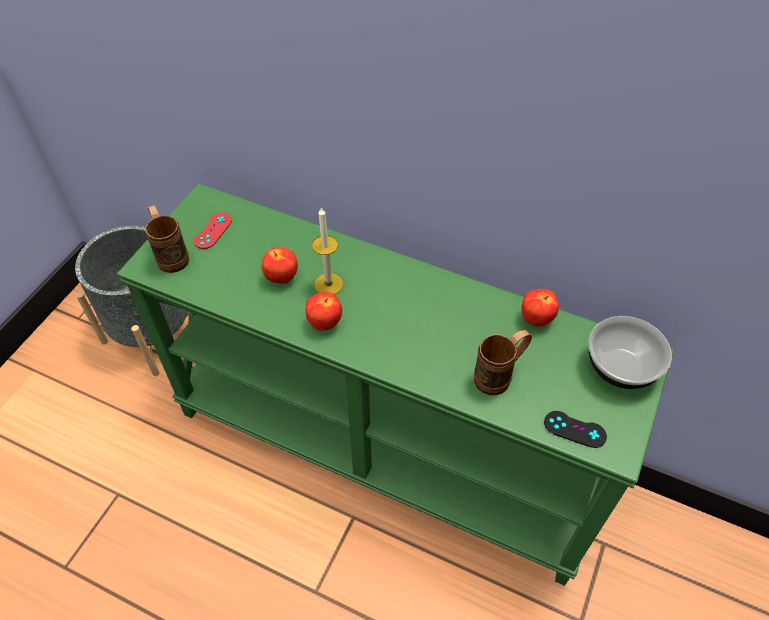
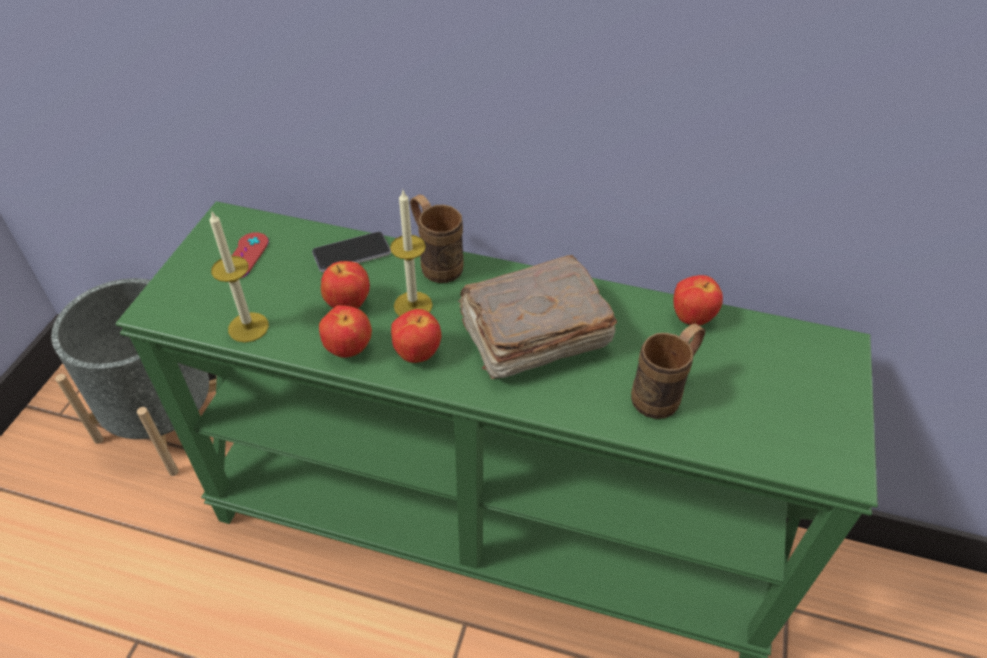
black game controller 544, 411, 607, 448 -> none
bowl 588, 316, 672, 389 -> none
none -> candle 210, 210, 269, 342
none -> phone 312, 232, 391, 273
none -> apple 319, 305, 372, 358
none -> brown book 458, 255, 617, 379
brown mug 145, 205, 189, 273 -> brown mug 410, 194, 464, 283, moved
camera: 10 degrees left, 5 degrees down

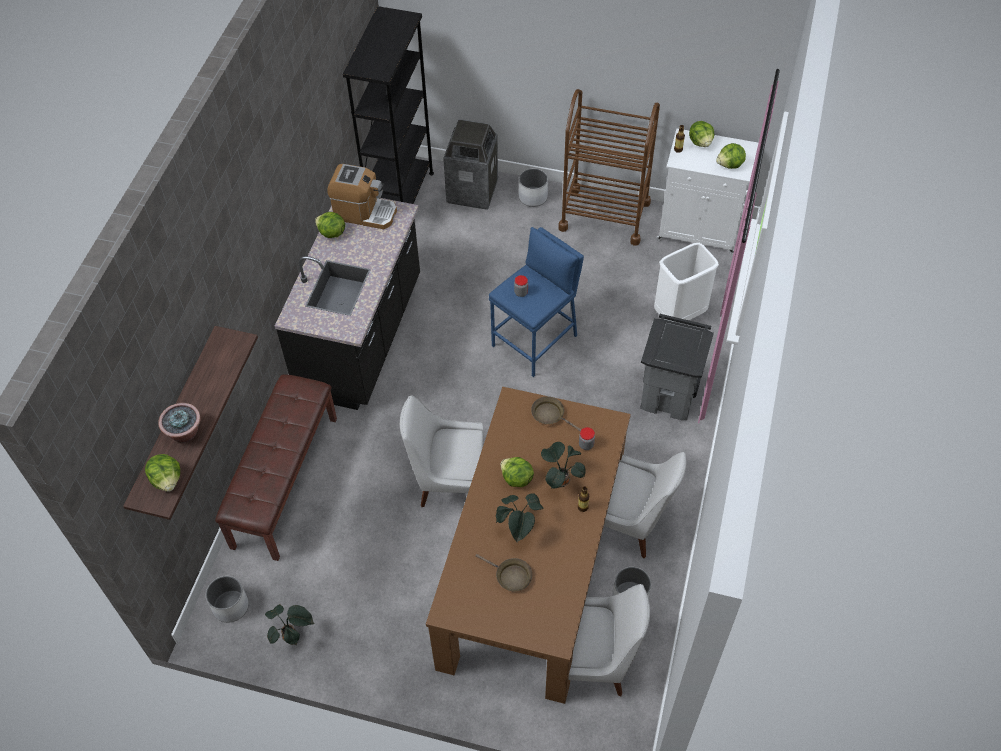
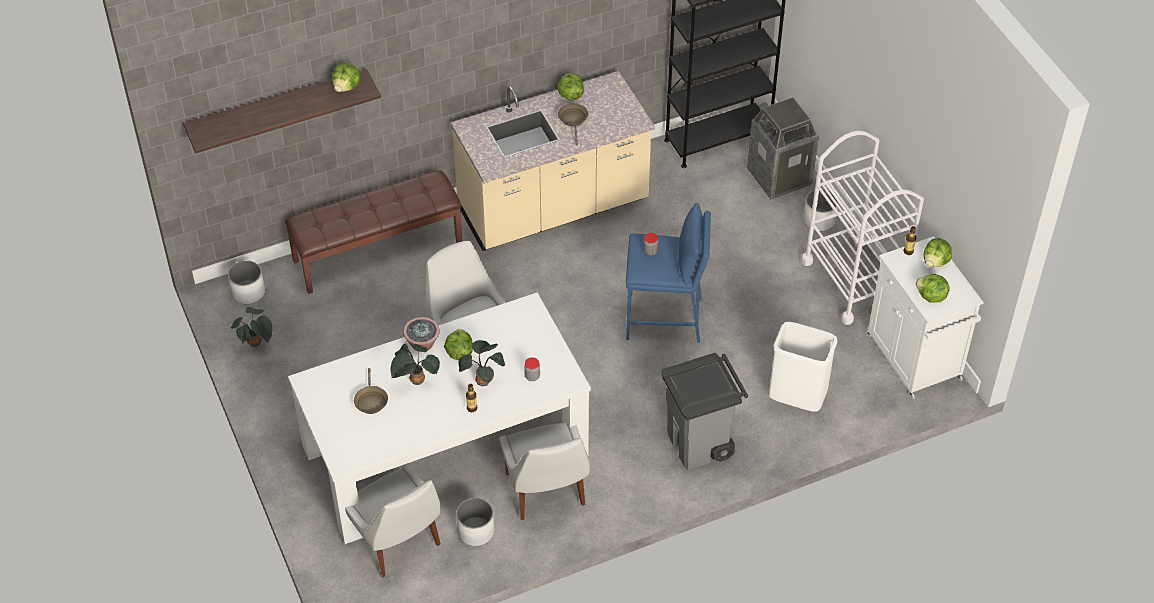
coffee machine 327, 164, 397, 229 -> none
lettuce 145, 454, 180, 492 -> lettuce 332, 63, 360, 92, moved
potted plant 158, 403, 201, 443 -> potted plant 403, 317, 440, 352, moved
brown frying pan 531, 396, 582, 431 -> brown frying pan 558, 103, 588, 145, moved
black counter 275, 198, 420, 410 -> beige counter 451, 71, 655, 251
brown dining table 426, 387, 631, 704 -> white dining table 288, 293, 591, 544
brown cart 558, 89, 660, 246 -> white cart 801, 131, 924, 325
camera: 50 degrees right, 5 degrees down

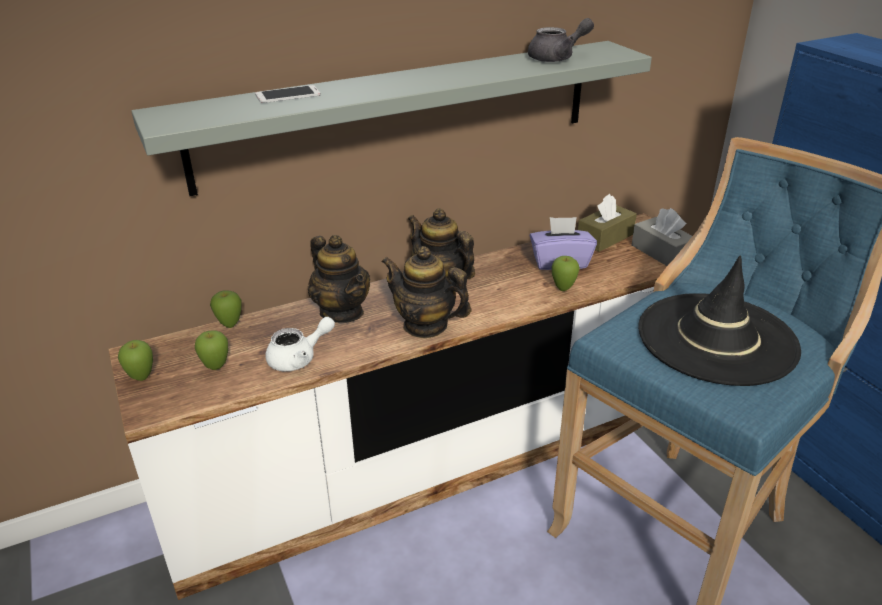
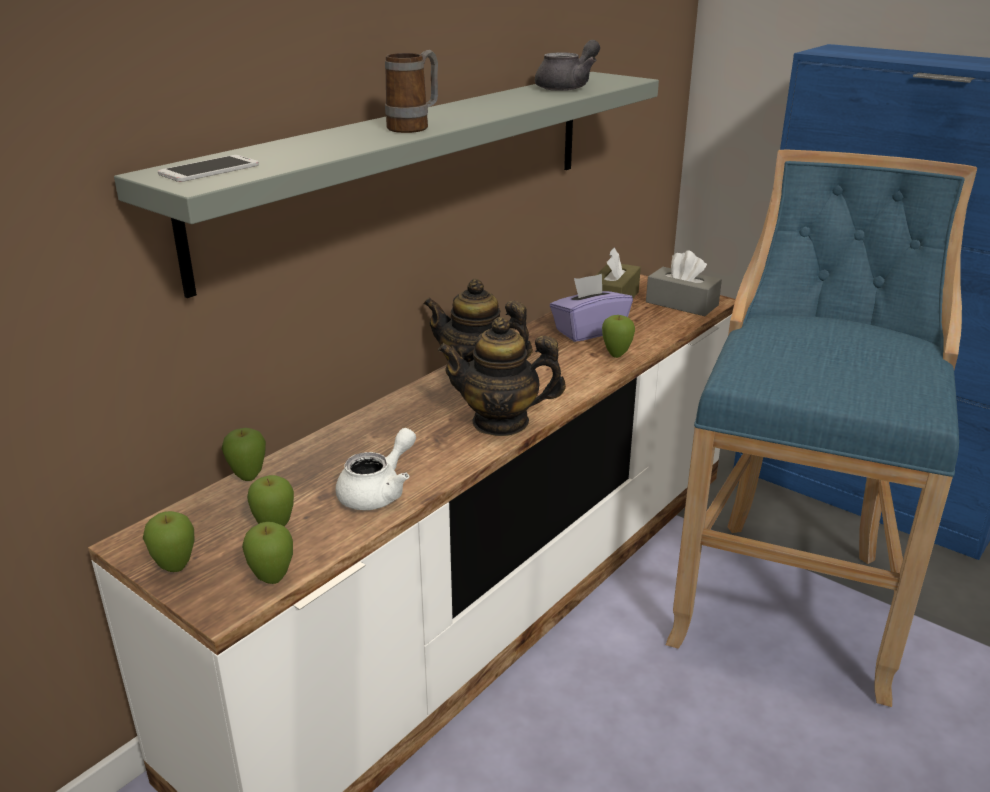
teapot 308, 235, 370, 323 -> none
black hat 638, 255, 801, 386 -> none
none -> apple 242, 522, 293, 584
none -> mug 385, 50, 438, 133
phone 255, 85, 321, 103 -> phone 158, 155, 259, 182, moved
camera: 25 degrees left, 5 degrees down

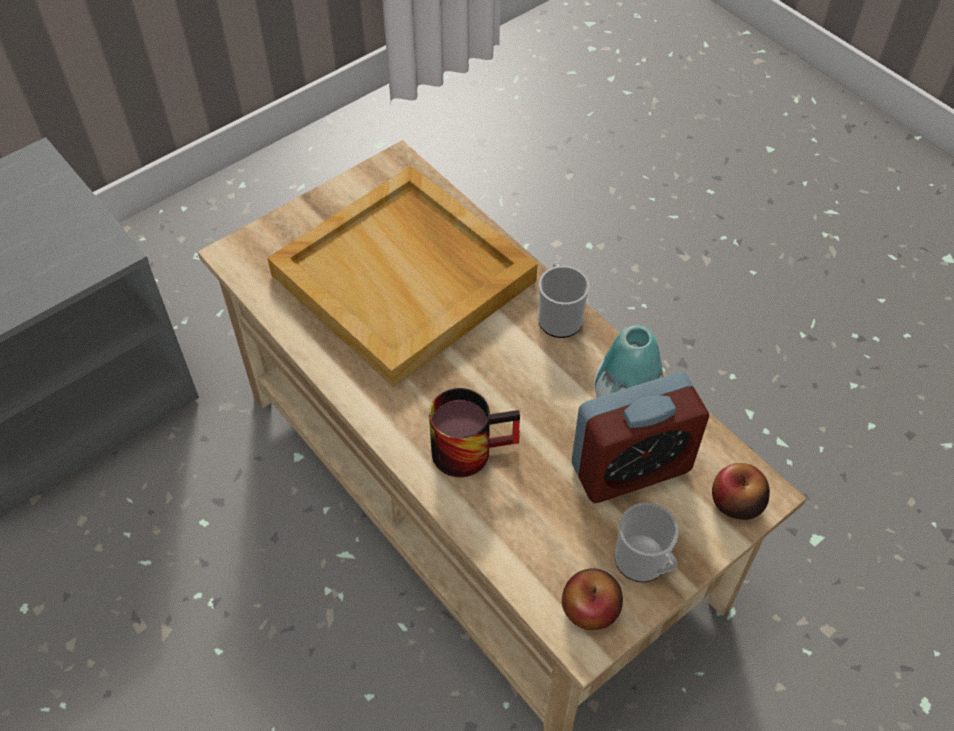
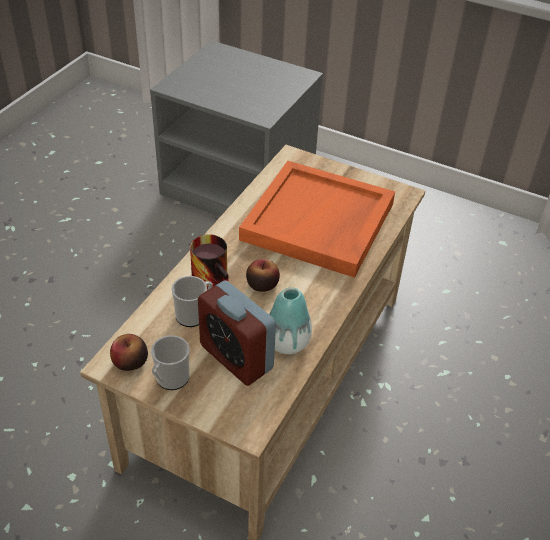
mug 538, 262, 590, 338 -> mug 171, 276, 213, 327, moved
apple 712, 463, 770, 520 -> apple 246, 259, 280, 292, moved
beige tray 267, 166, 537, 388 -> orange tray 239, 161, 395, 278
camera: 65 degrees right, 10 degrees down

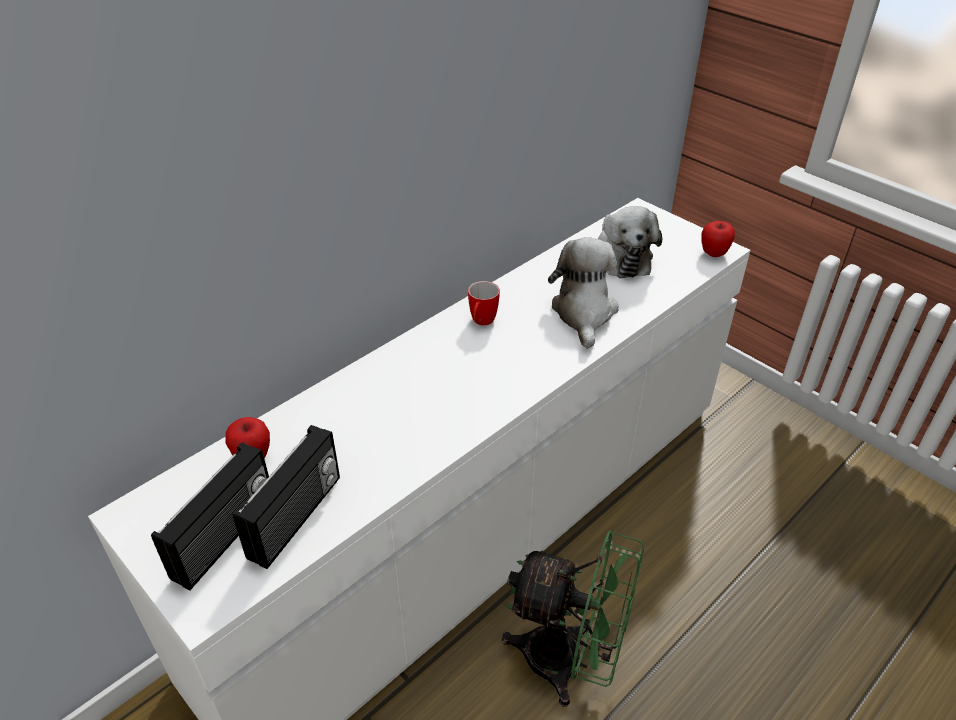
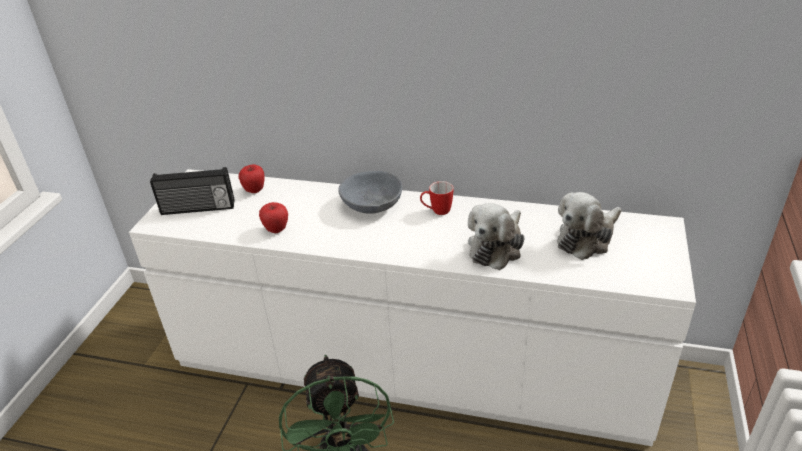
radio 233, 425, 340, 569 -> none
none -> grey bowl 338, 171, 402, 214
apple 701, 221, 735, 257 -> apple 259, 202, 288, 233, moved
plush toy 548, 237, 619, 349 -> plush toy 468, 203, 525, 270, 150 degrees clockwise
camera: 60 degrees right, 5 degrees down

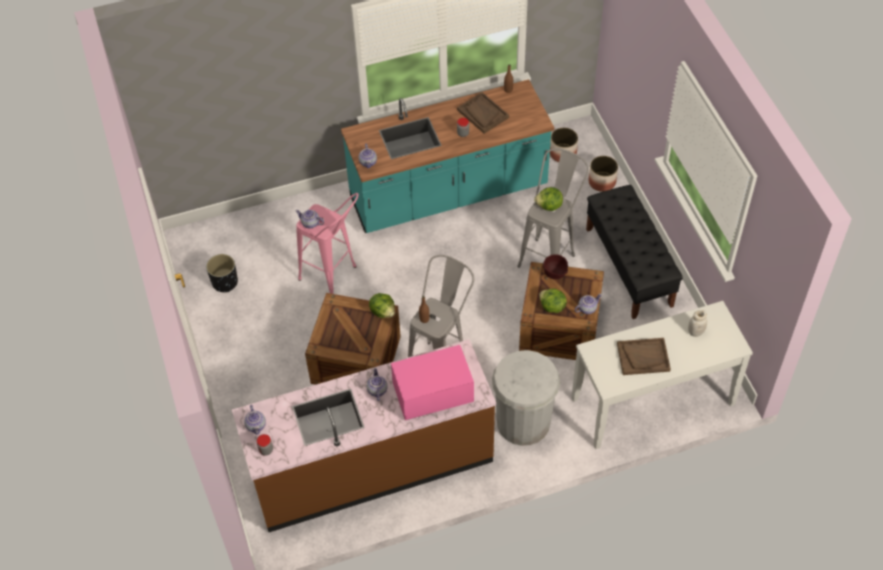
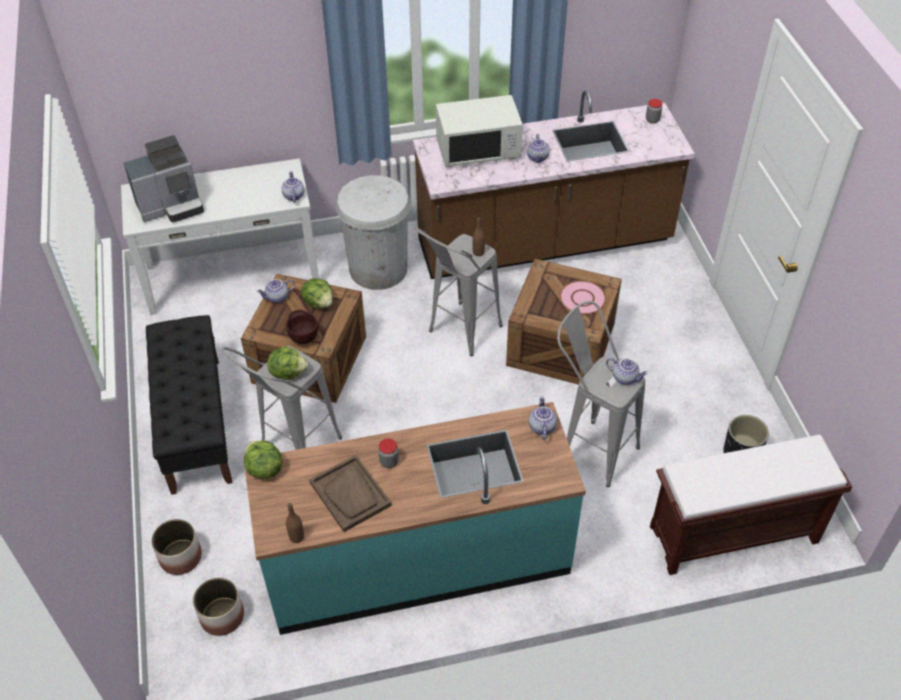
brown tray 617, 338, 671, 375 -> none
none -> pink plate 560, 281, 606, 314
none -> brown bench 650, 434, 852, 575
teapot 244, 405, 266, 435 -> teapot 281, 171, 305, 202, moved
lettuce 369, 293, 395, 318 -> lettuce 244, 440, 283, 479, moved
white jar 688, 310, 707, 337 -> coffee machine 123, 135, 204, 222
pink stool 296, 193, 359, 294 -> grey stool 557, 301, 645, 487
pink microwave 391, 345, 474, 420 -> white microwave 436, 95, 523, 167
camera: 175 degrees left, 5 degrees down

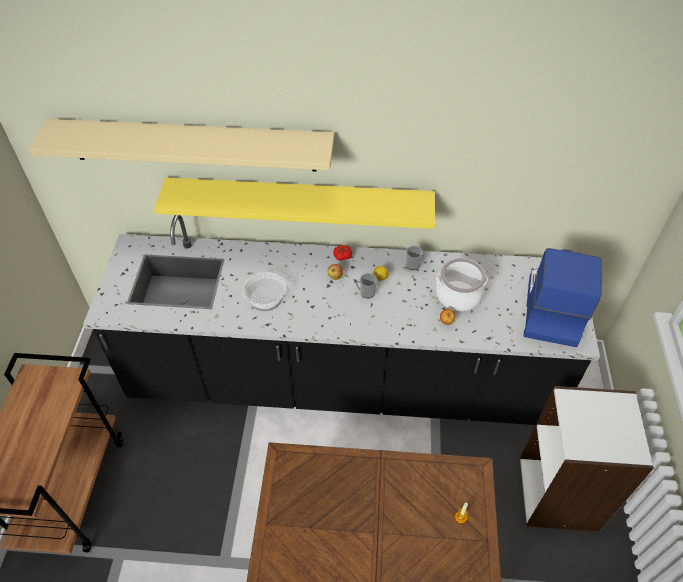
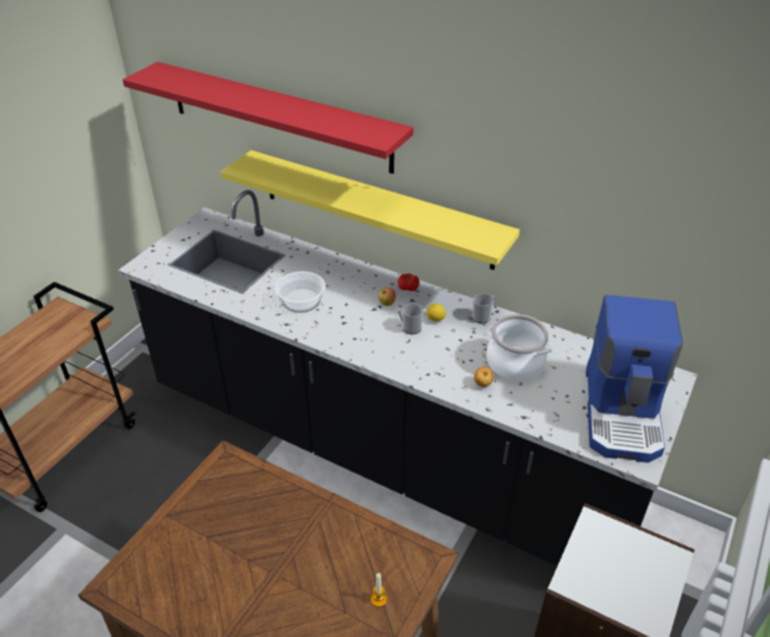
beige shelf 29, 119, 334, 172 -> red shelf 123, 62, 413, 174
coffee machine 524, 248, 602, 347 -> coffee machine 586, 295, 683, 463, 150 degrees clockwise
camera: 25 degrees right, 10 degrees down

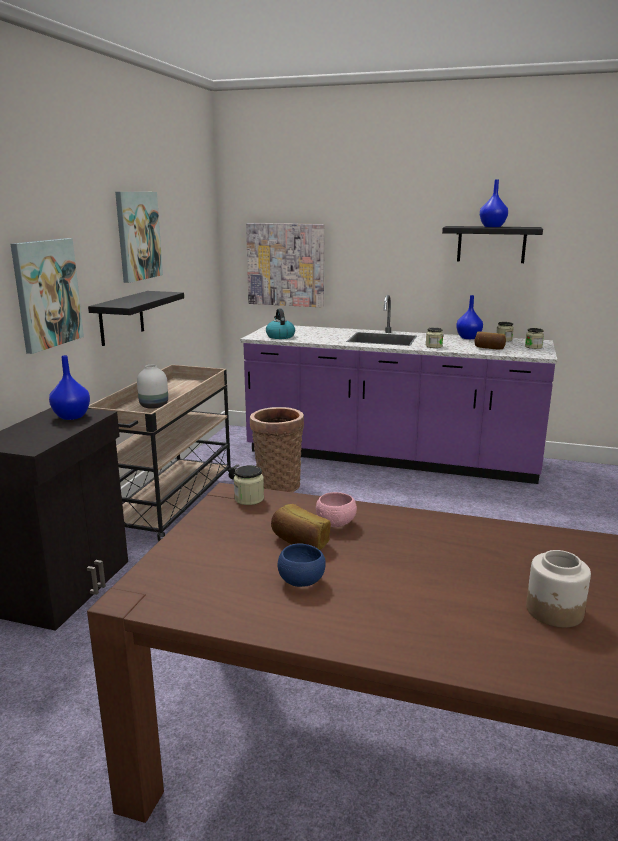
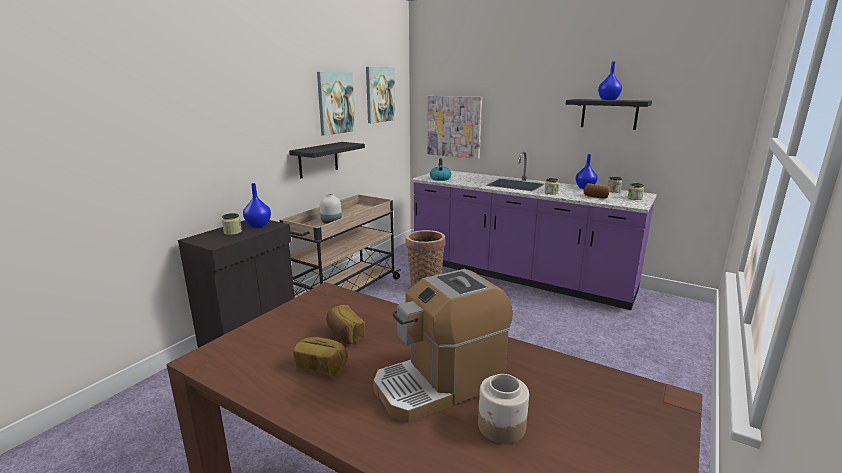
pink bowl 316, 492, 357, 527 -> none
none -> coffee machine 373, 269, 513, 423
picture 11, 238, 84, 354 -> picture 366, 67, 395, 123, moved
jar 234, 465, 264, 505 -> jar 222, 213, 242, 235, moved
blue bowl 278, 543, 326, 587 -> bread 293, 337, 348, 376
camera: 15 degrees right, 0 degrees up

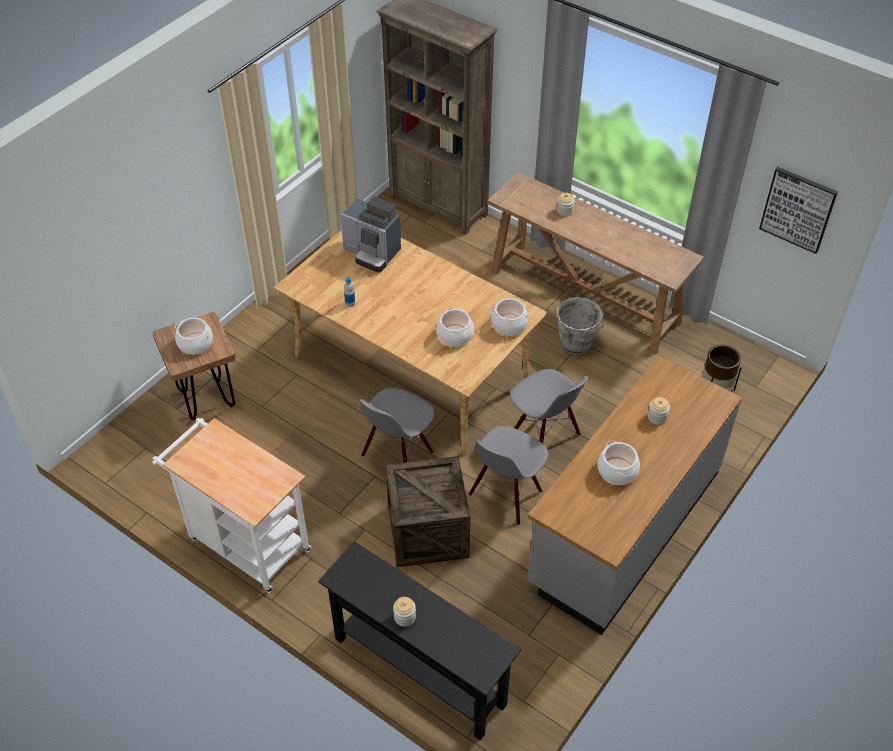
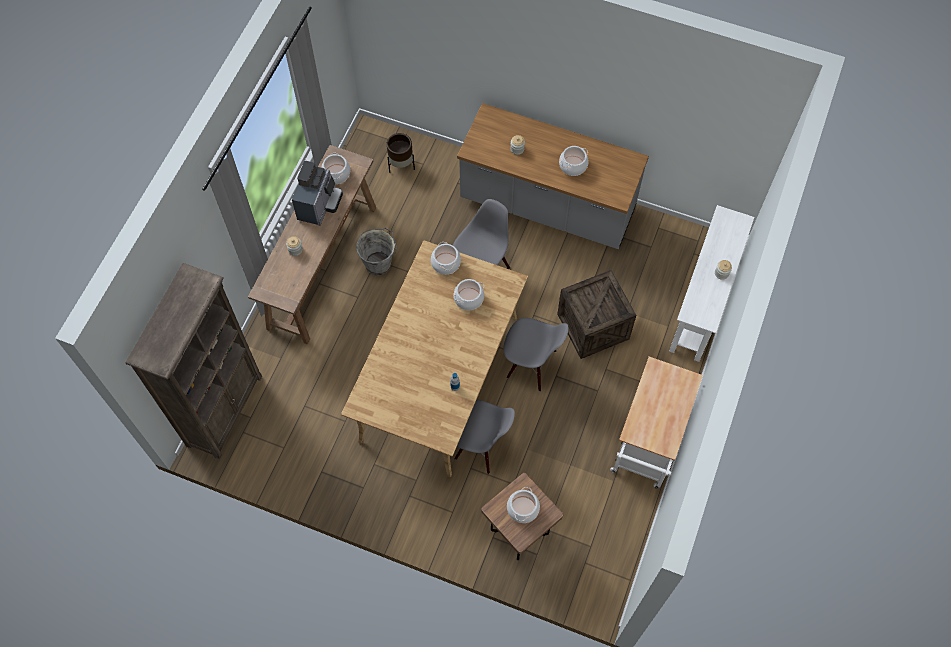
picture 759, 167, 838, 254 -> none
none -> cooking pot 321, 153, 350, 184
coffee machine 340, 196, 401, 273 -> coffee machine 292, 161, 343, 226, moved
grey chair 468, 426, 549, 525 -> grey chair 455, 399, 515, 474, moved
black console table 318, 542, 521, 741 -> white console table 669, 205, 754, 362
camera: 105 degrees left, 15 degrees up

